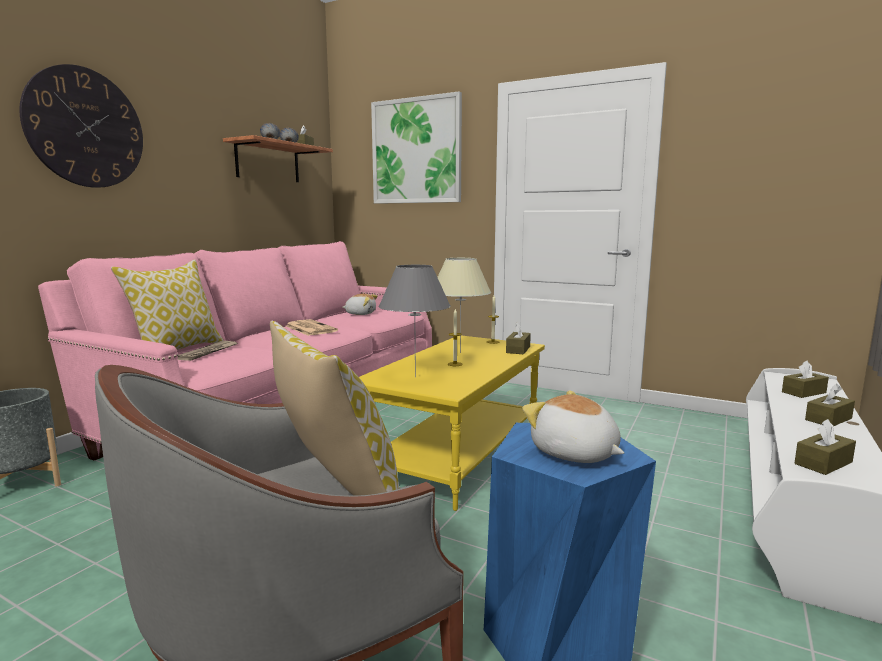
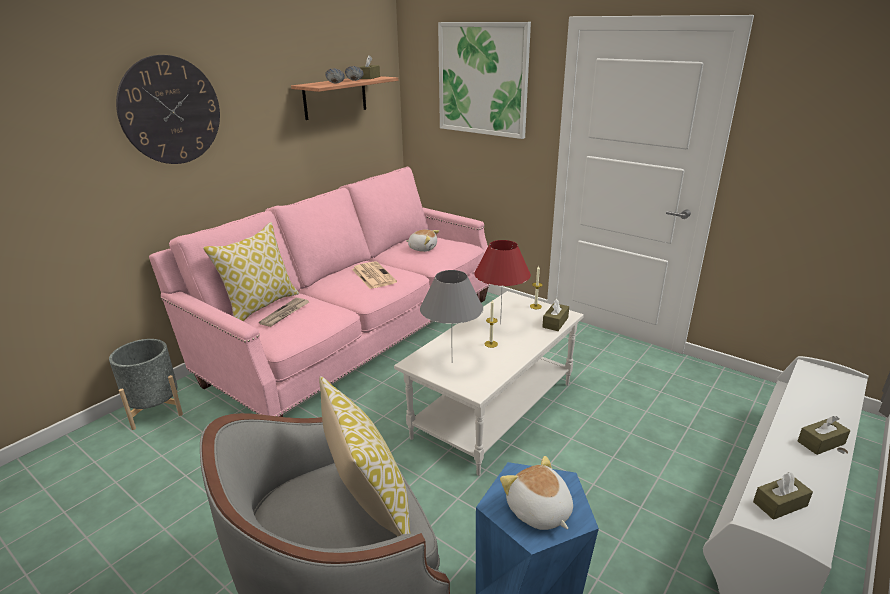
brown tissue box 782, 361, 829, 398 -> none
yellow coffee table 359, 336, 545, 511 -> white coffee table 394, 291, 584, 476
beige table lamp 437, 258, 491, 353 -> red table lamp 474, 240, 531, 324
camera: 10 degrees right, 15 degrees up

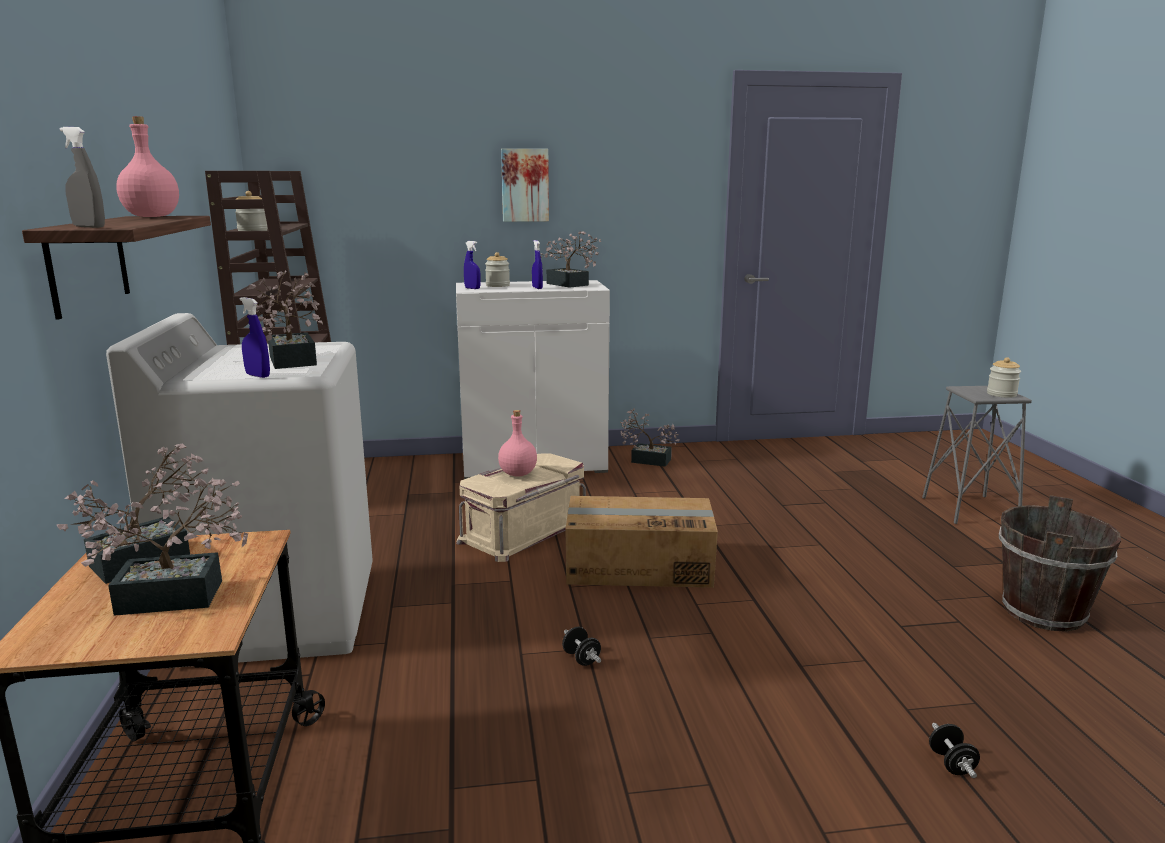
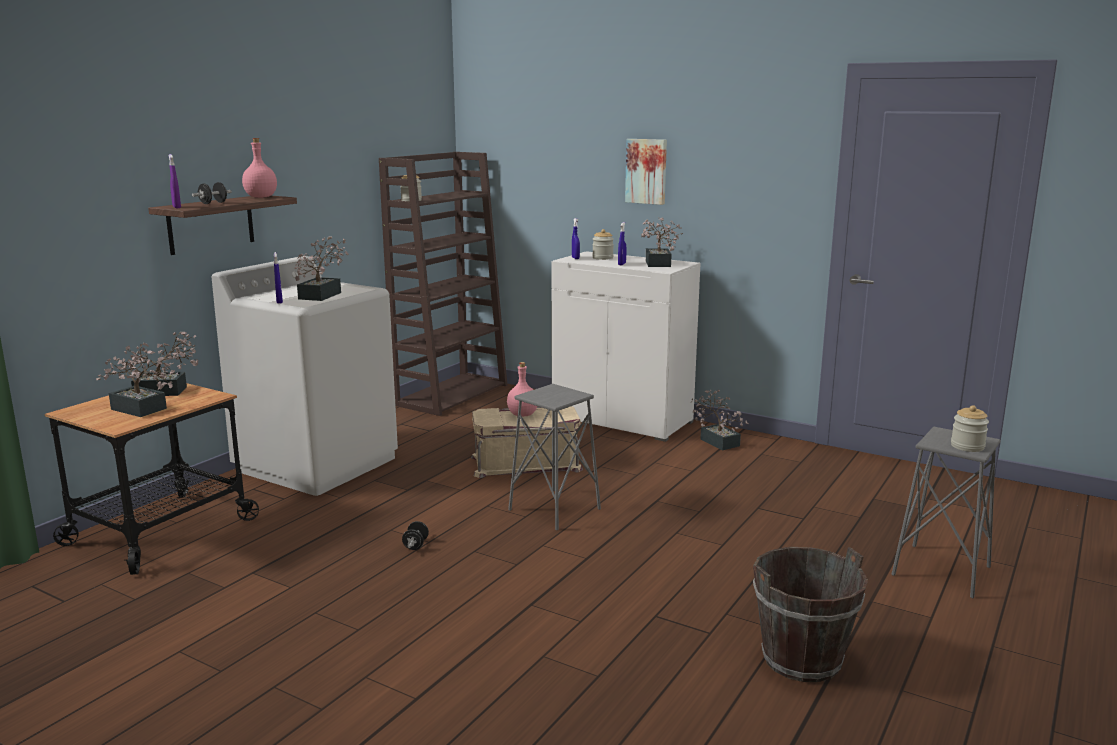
black dumbbell 929, 723, 980, 778 -> black dumbbell 192, 182, 232, 204, moved
cardboard box 565, 496, 718, 588 -> grey stool 508, 384, 601, 530
grey spray bottle 60, 127, 105, 228 -> purple spray bottle 169, 154, 181, 208
camera: 40 degrees right, 0 degrees up

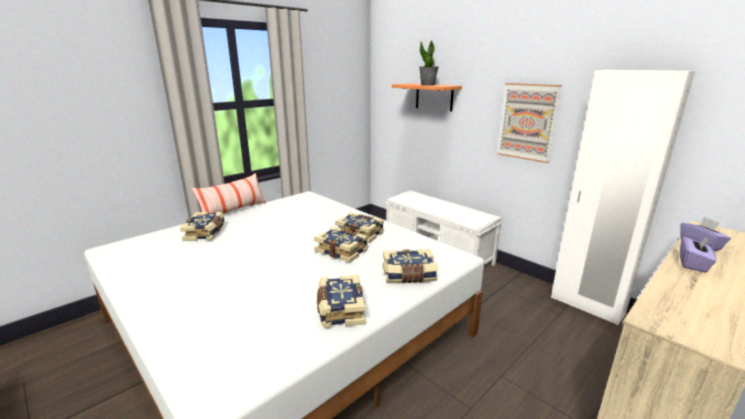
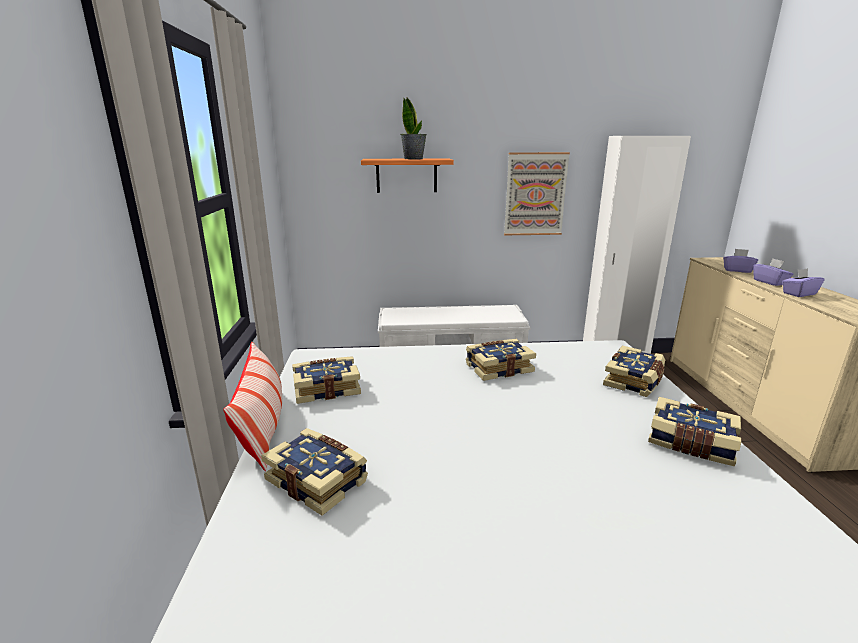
none -> purple tissue box 782, 268, 824, 297
book 314, 227, 368, 262 -> book 292, 356, 361, 404, moved
camera: 50 degrees left, 0 degrees up

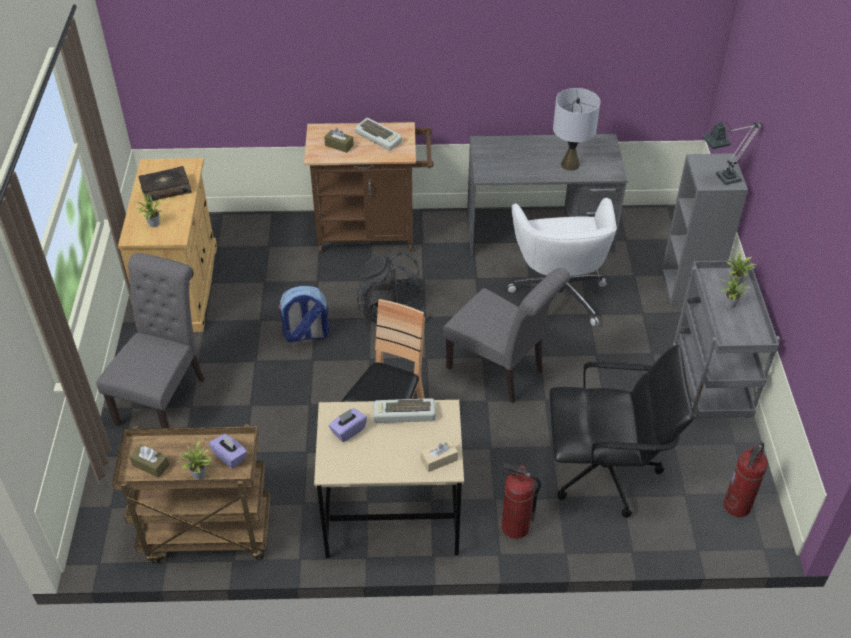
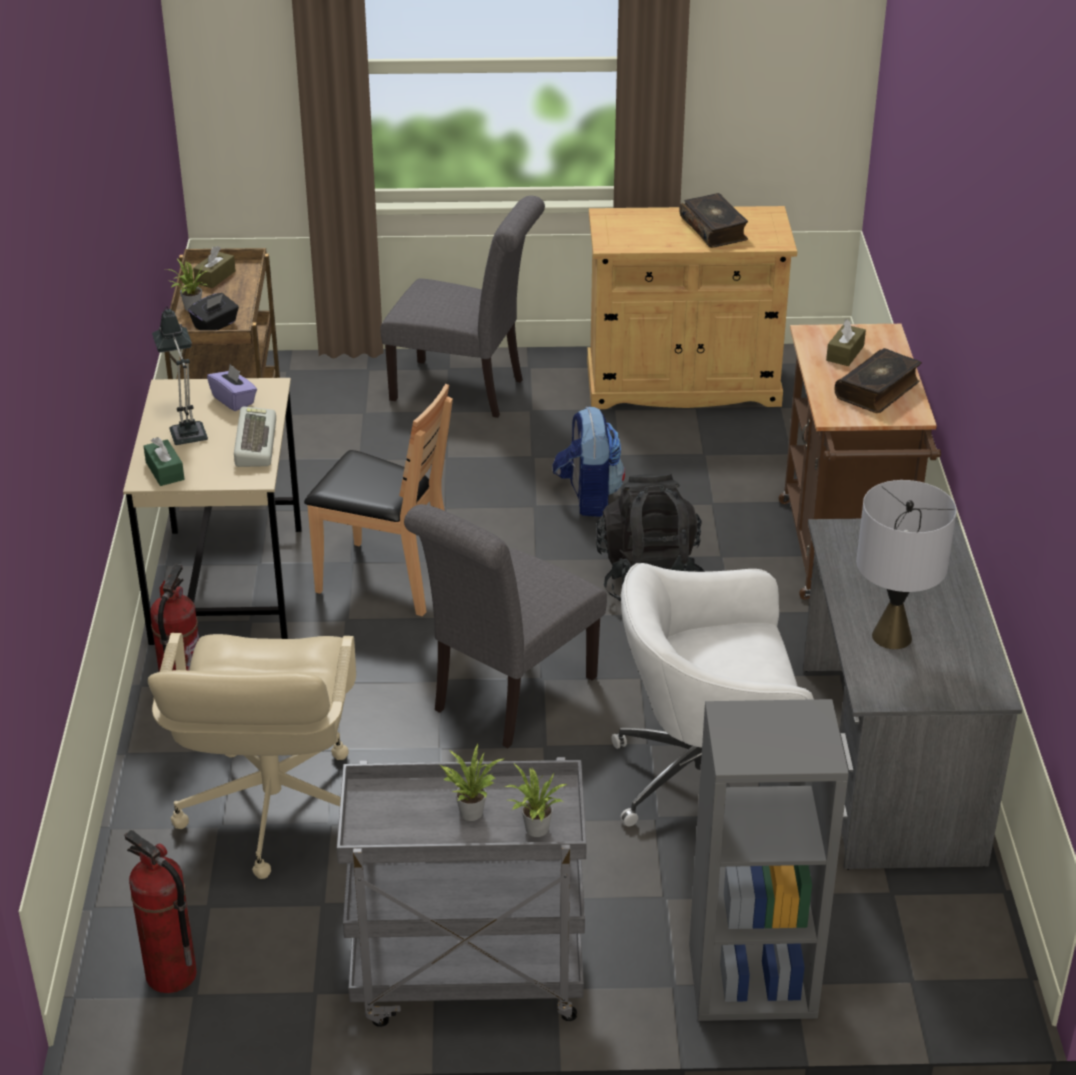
potted plant 136, 193, 162, 227 -> none
table lamp 703, 121, 762, 185 -> table lamp 152, 307, 208, 445, moved
keyboard 355, 118, 402, 151 -> book 835, 348, 922, 413
purple tissue box 209, 434, 247, 469 -> black tissue box 188, 293, 239, 330
beige tissue box 420, 439, 458, 472 -> green tissue box 144, 437, 184, 486
black office chair 550, 344, 694, 518 -> beige office chair 148, 633, 356, 879
camera: 90 degrees right, 10 degrees down

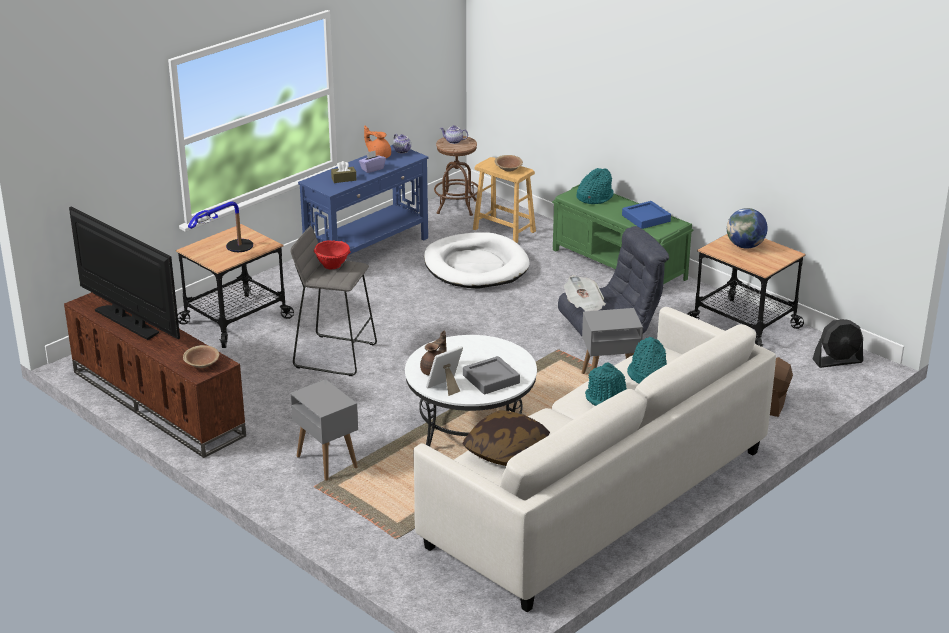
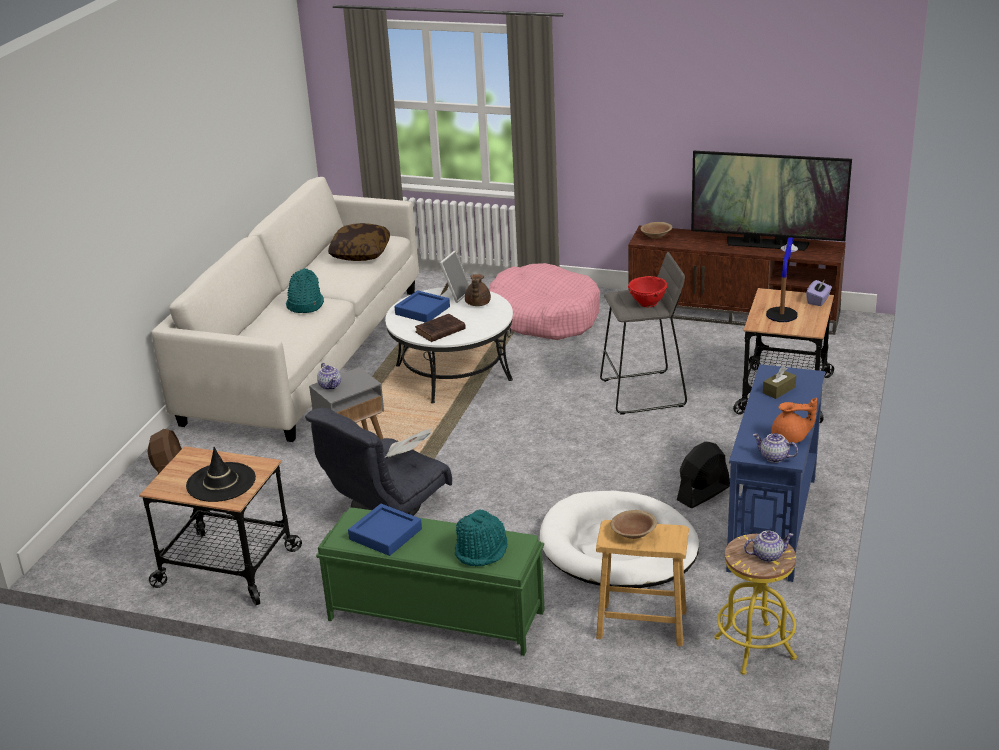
turquoise hat 627, 337, 667, 384 -> none
none -> teapot 317, 363, 341, 390
none -> brown book 415, 314, 466, 342
purple tissue box 359, 151, 386, 173 -> purple tissue box 806, 280, 832, 306, moved
black fan 813, 319, 863, 368 -> black fan 677, 442, 730, 508, moved
grey side table 290, 379, 358, 481 -> pink dog bed 489, 263, 600, 340
globe 727, 208, 768, 249 -> black hat 186, 447, 256, 502
brown stool 434, 136, 478, 216 -> yellow stool 714, 534, 797, 675
grey tray 463, 356, 520, 394 -> blue tray 394, 290, 450, 322
camera: 155 degrees right, 0 degrees up

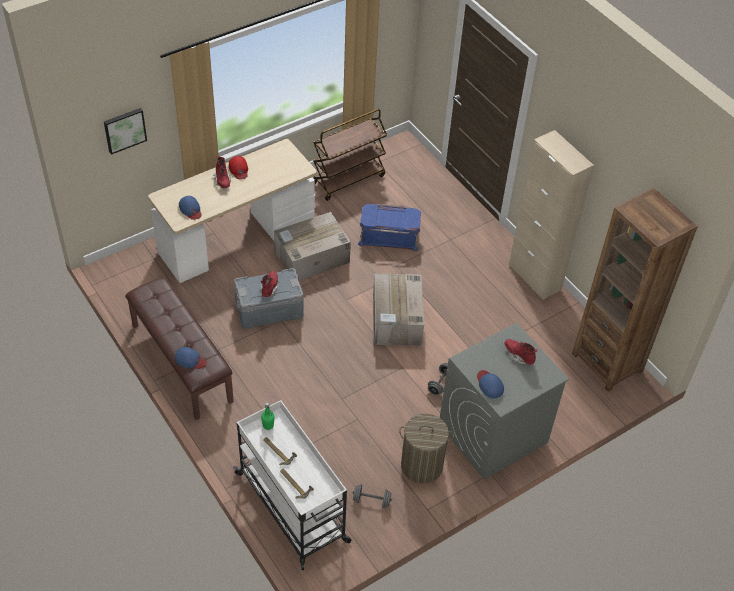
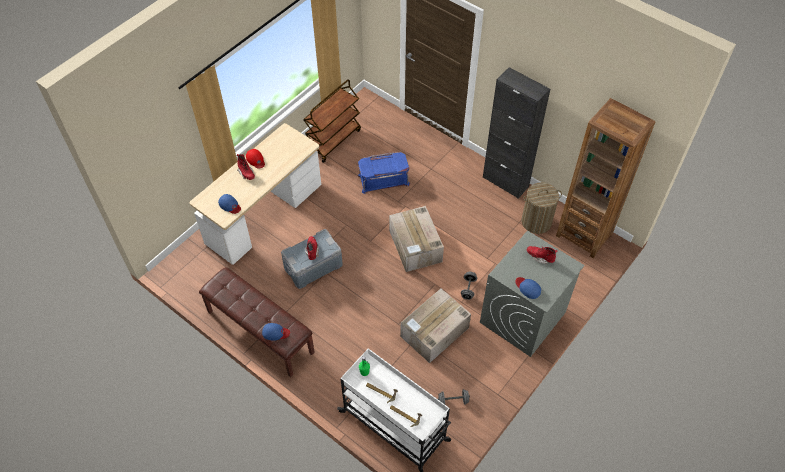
picture 104, 108, 147, 155 -> none
cardboard box 274, 212, 351, 280 -> cardboard box 400, 289, 471, 363, moved
laundry basket 399, 414, 454, 484 -> laundry basket 521, 182, 562, 234, moved
beige cabinet 509, 130, 594, 300 -> black cabinet 483, 67, 550, 198
camera: 15 degrees left, 5 degrees up

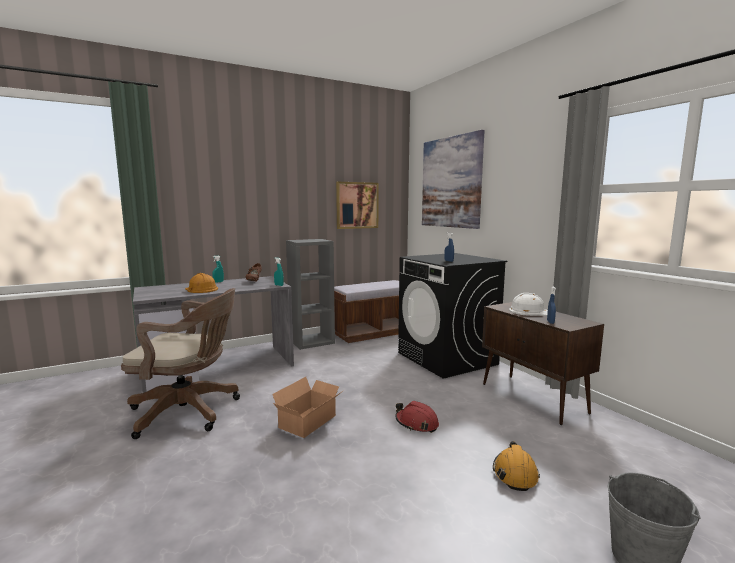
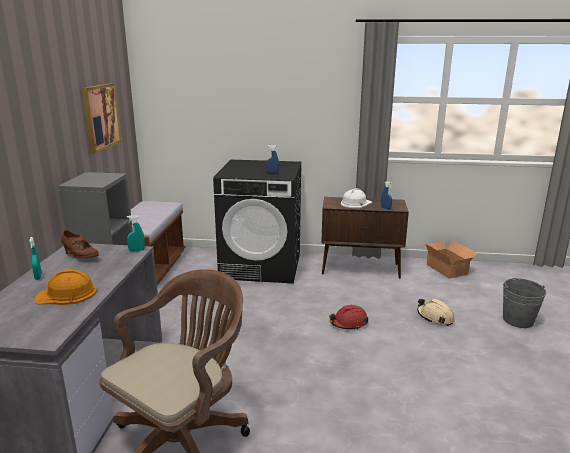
picture 422, 130, 485, 229 -> none
cardboard box 272, 377, 343, 438 -> cardboard box 426, 241, 477, 279, moved
orange hard hat 493, 441, 540, 491 -> beige hard hat 417, 299, 455, 326
camera: 55 degrees left, 10 degrees up

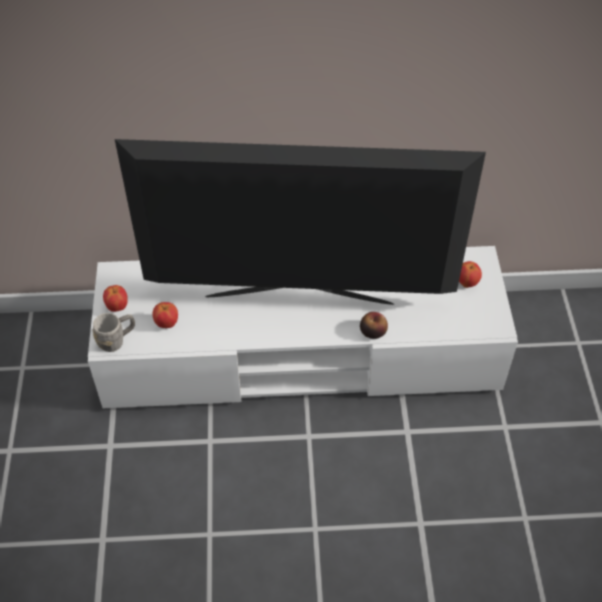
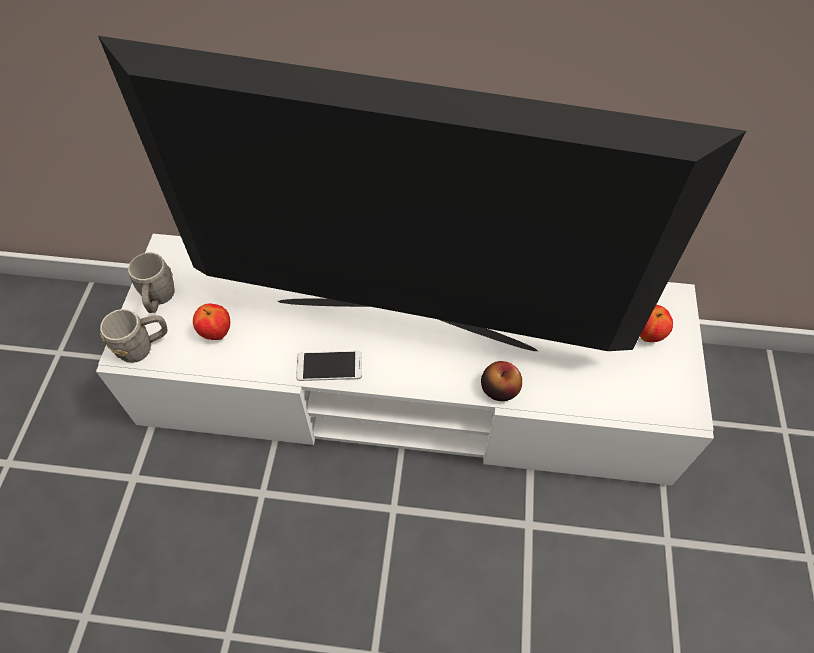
none -> phone 296, 351, 362, 381
apple 103, 285, 128, 312 -> grey mug 128, 252, 175, 313
camera: 10 degrees right, 5 degrees up

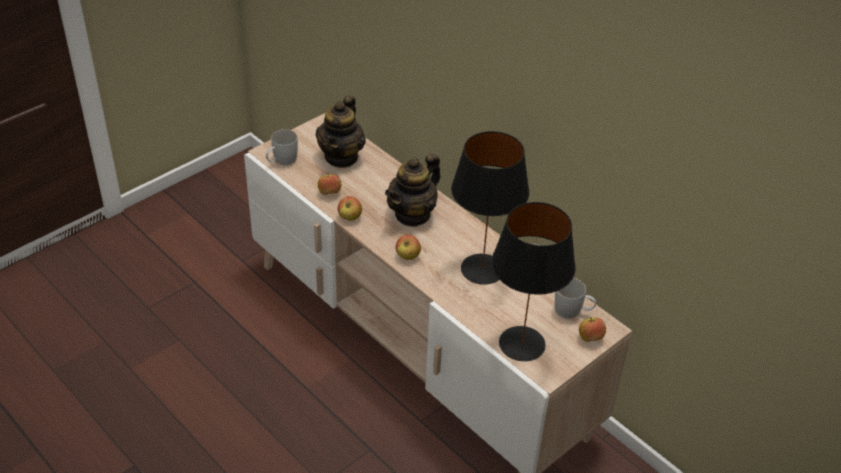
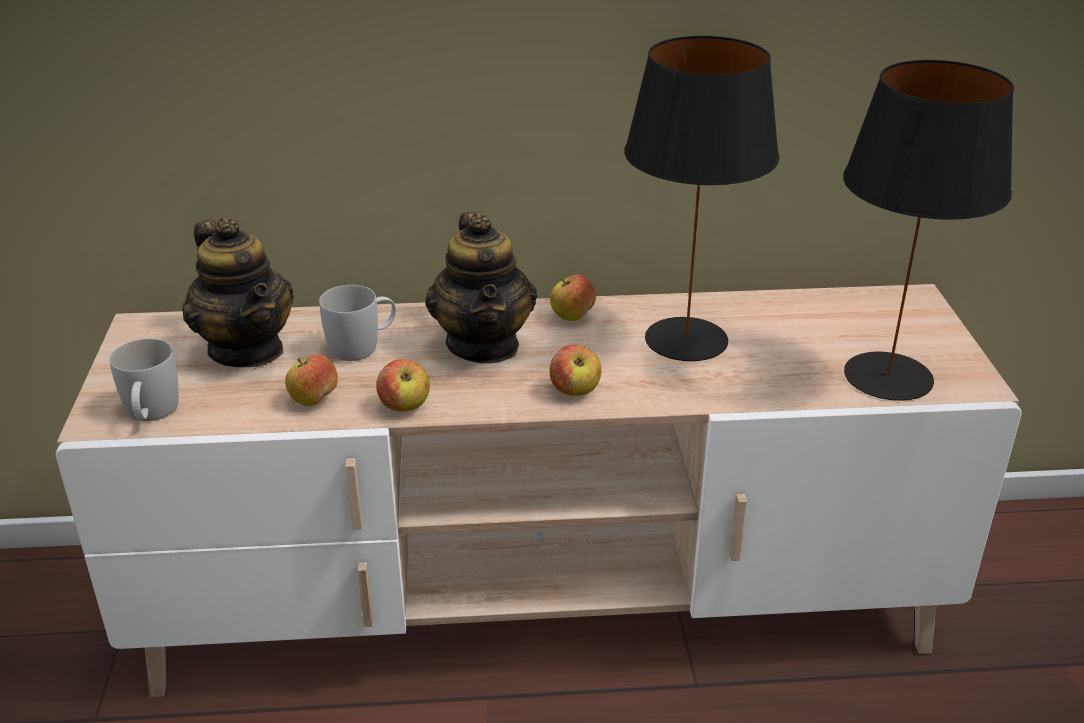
white mug 555, 278, 596, 319 -> white mug 319, 285, 396, 361, moved
apple 579, 317, 606, 342 -> apple 550, 275, 596, 321, moved
camera: 50 degrees left, 10 degrees down

